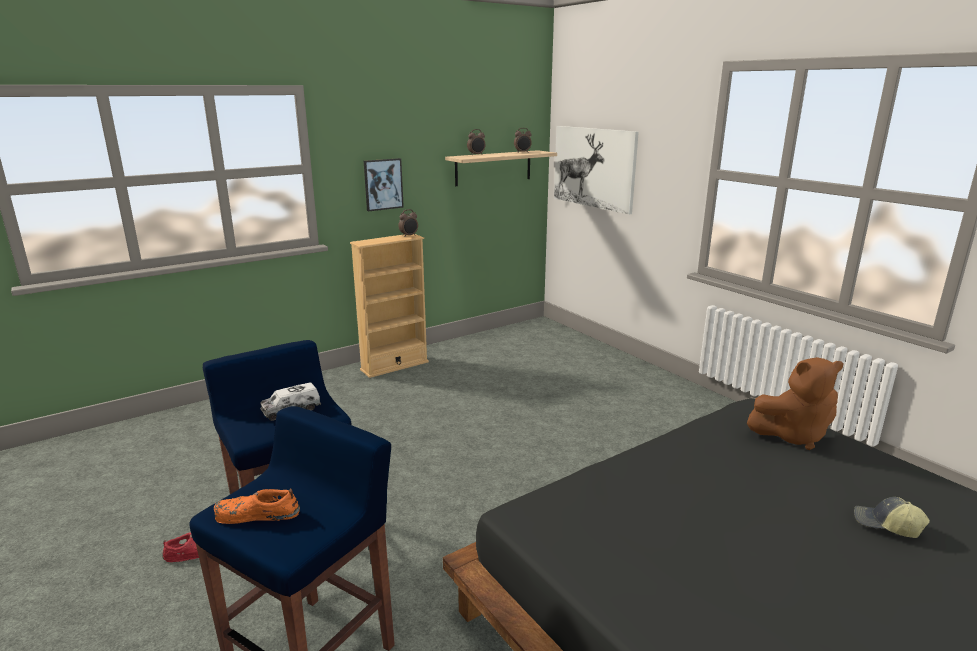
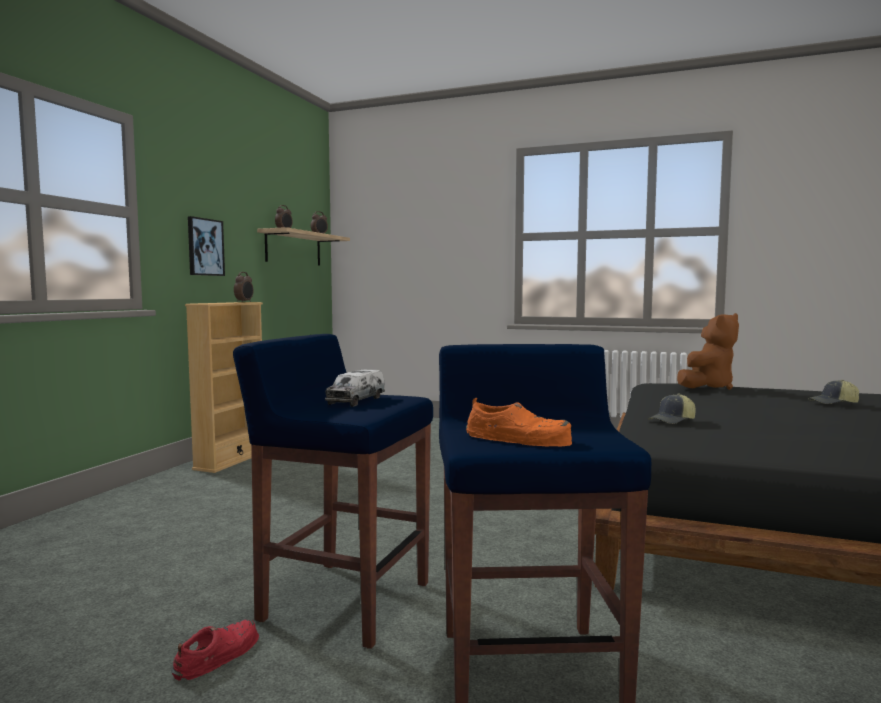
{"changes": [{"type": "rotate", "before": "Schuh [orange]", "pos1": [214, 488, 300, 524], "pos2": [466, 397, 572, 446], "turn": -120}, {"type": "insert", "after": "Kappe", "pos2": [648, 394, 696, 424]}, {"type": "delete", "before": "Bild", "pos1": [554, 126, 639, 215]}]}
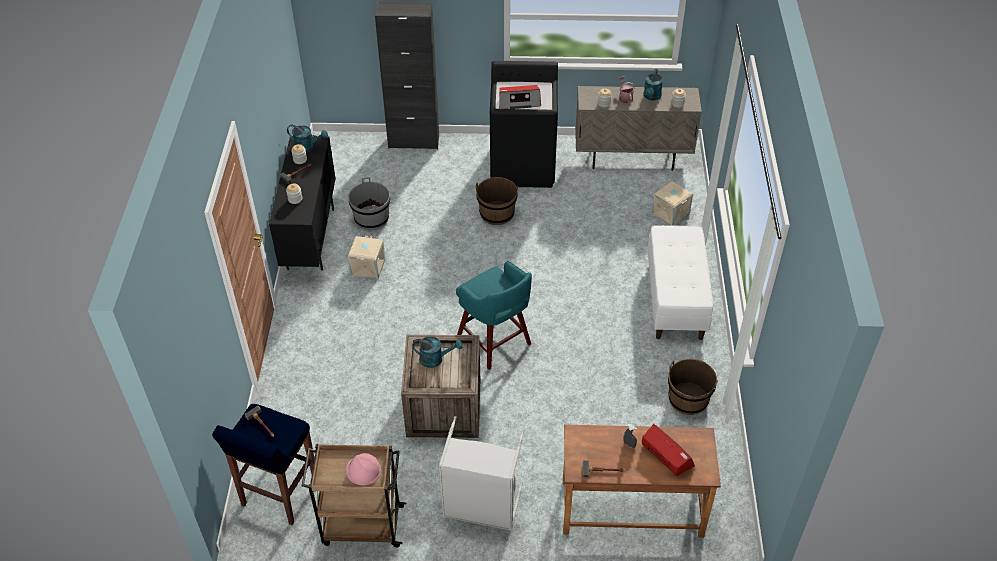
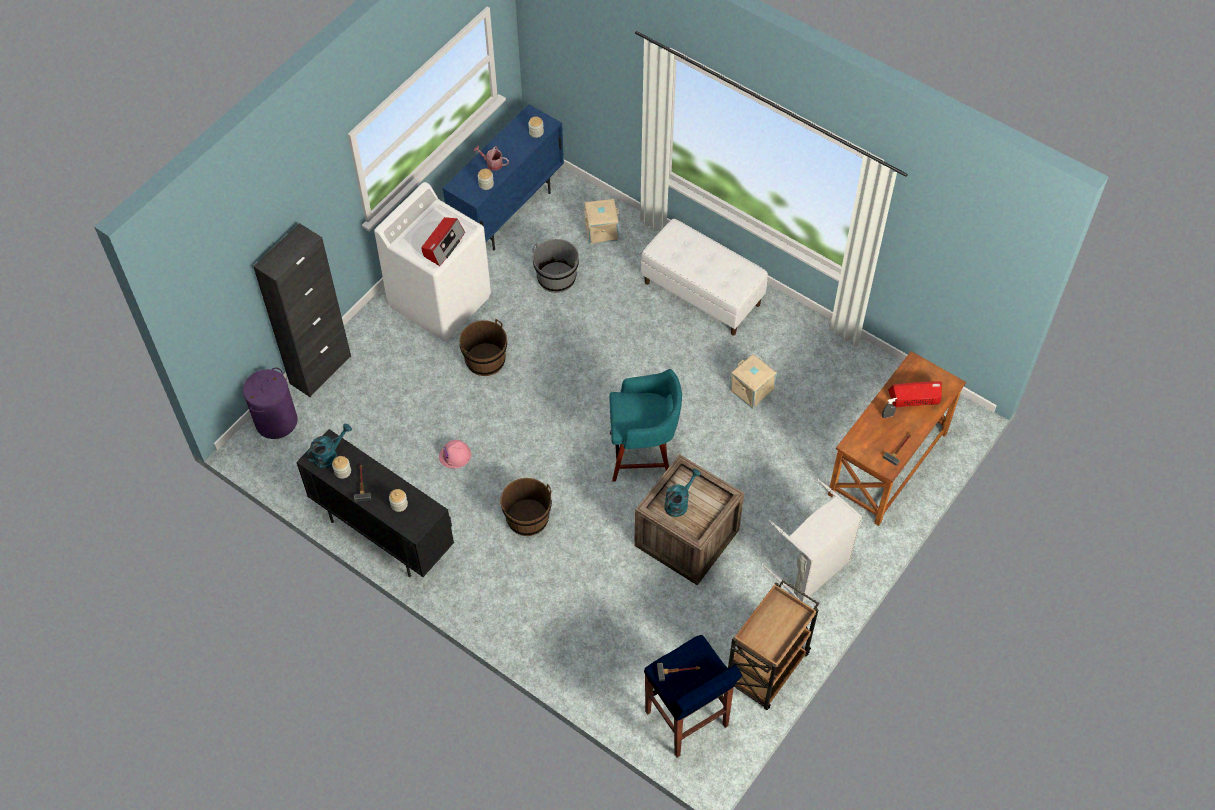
{"changes": [{"type": "insert", "after": "Wäschekorb [lila]", "pos2": [243, 367, 298, 439]}, {"type": "recolor", "before": "Waschmaschine [schwarz]", "after": "Waschmaschine [weiß]", "pos1": [490, 61, 558, 188], "pos2": [374, 182, 491, 342]}, {"type": "move", "before": "Schutzhelm [rosa]", "pos1": [345, 453, 381, 485], "pos2": [439, 440, 471, 469]}, {"type": "recolor", "before": "Schrank [beige]", "after": "Schrank [blau]", "pos1": [575, 86, 702, 171], "pos2": [442, 104, 564, 250]}, {"type": "move", "before": "Eimer [braun]", "pos1": [668, 359, 718, 415], "pos2": [500, 478, 552, 536]}, {"type": "move", "before": "Eimer [grau]", "pos1": [348, 177, 390, 230], "pos2": [532, 239, 579, 293]}, {"type": "move", "before": "Aufbewahrungsbox [beige]", "pos1": [348, 236, 385, 280], "pos2": [729, 354, 777, 409]}, {"type": "delete", "before": "Gießkanne [türkis]", "pos1": [644, 68, 663, 100]}]}
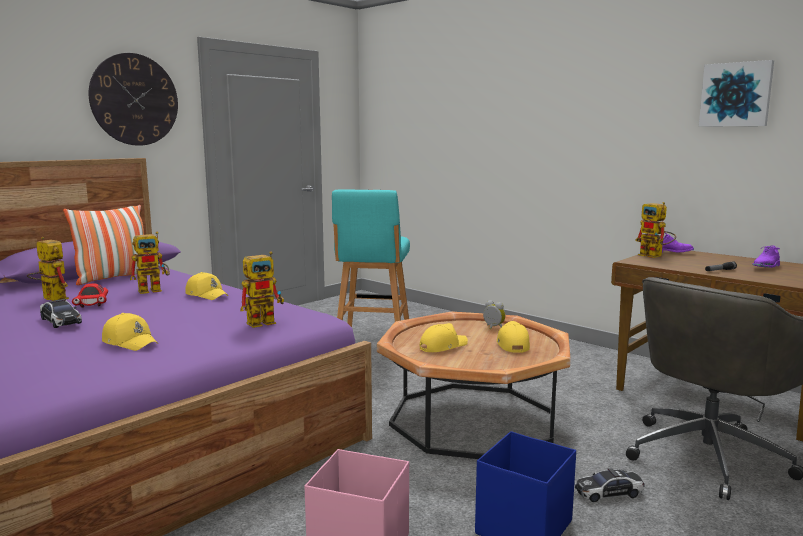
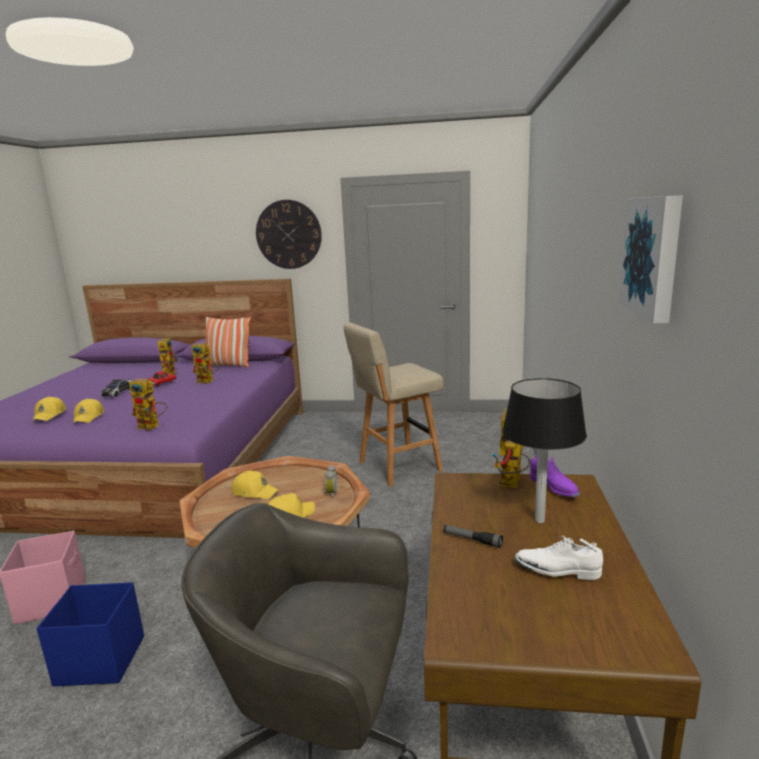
{"changes": [{"type": "move", "before": "Kappe [gelb]", "pos1": [185, 272, 228, 300], "pos2": [32, 397, 66, 421]}, {"type": "recolor", "before": "Hocker [türkis]", "after": "Hocker [beige]", "pos1": [332, 189, 410, 327], "pos2": [343, 323, 443, 487]}, {"type": "insert", "after": "Tischlampe [schwarz]", "pos2": [502, 378, 587, 523]}, {"type": "recolor", "before": "Schuh [lila]", "after": "Schuh [weiß]", "pos1": [752, 245, 780, 268], "pos2": [515, 536, 603, 580]}, {"type": "delete", "before": "Spielzeugauto", "pos1": [575, 468, 645, 502]}]}
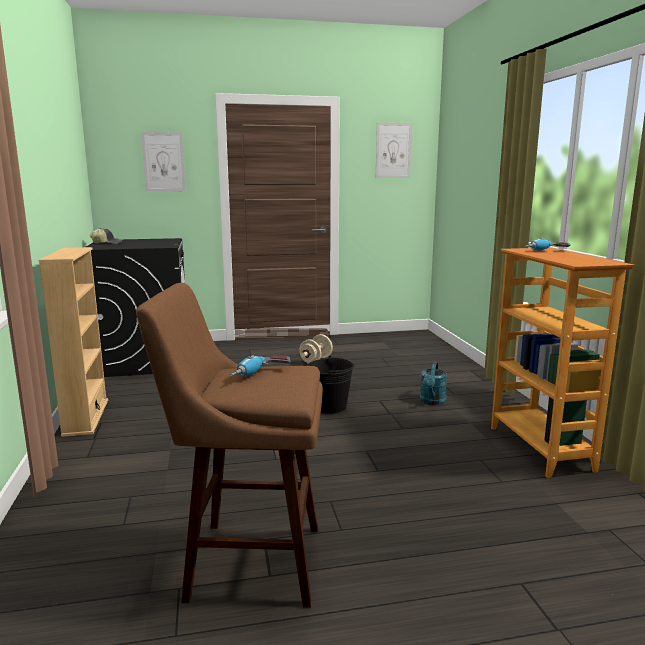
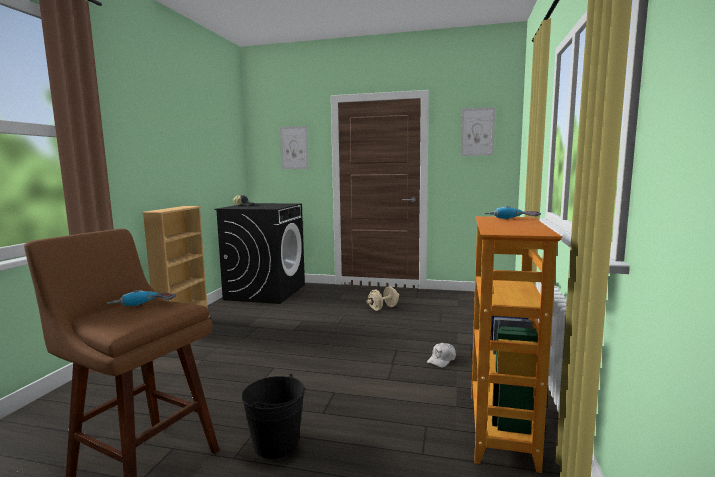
{"changes": [{"type": "move", "before": "Eimer [schwarz]", "pos1": [307, 356, 355, 414], "pos2": [241, 374, 305, 459]}, {"type": "replace", "before": "Gießkanne [türkis]", "after": "Kappe [weiß]", "pos1": [420, 361, 447, 405], "pos2": [427, 343, 456, 368]}]}
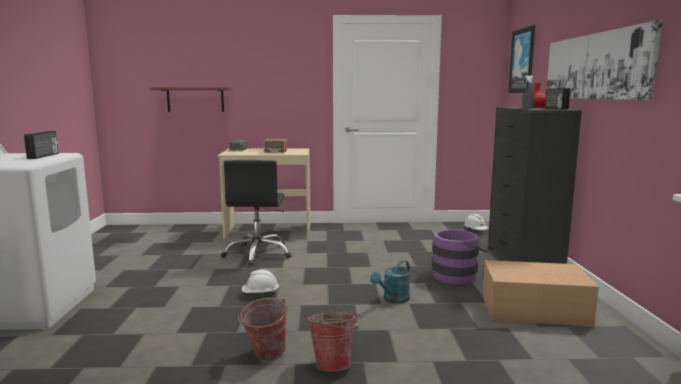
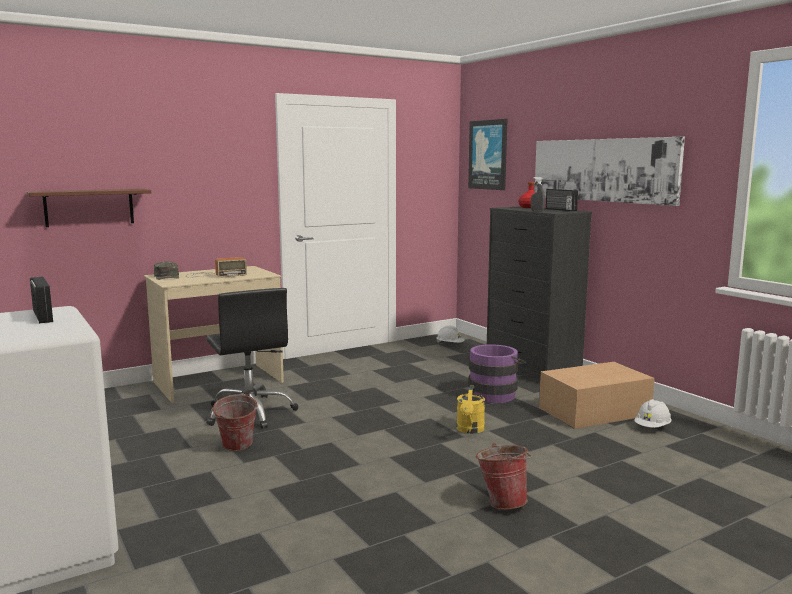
{"changes": [{"type": "move", "before": "Eimer", "pos1": [238, 298, 287, 360], "pos2": [211, 393, 258, 451]}, {"type": "recolor", "before": "Gießkanne [türkis]", "after": "Gießkanne [gelb]", "pos1": [370, 260, 410, 304], "pos2": [456, 385, 485, 434]}, {"type": "move", "before": "Schutzhelm [weiß]", "pos1": [242, 270, 280, 293], "pos2": [634, 399, 671, 428]}]}
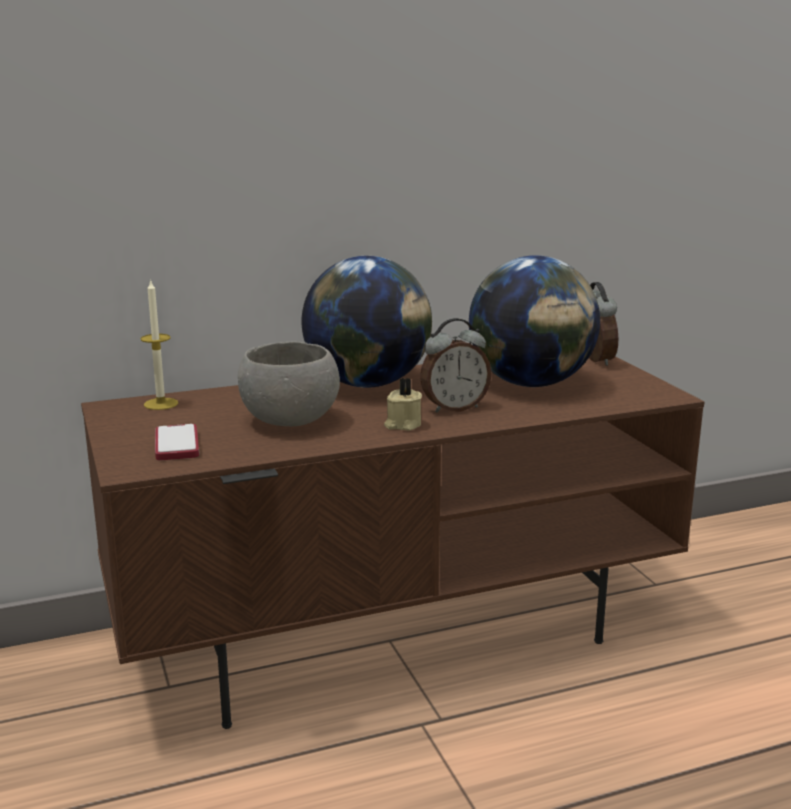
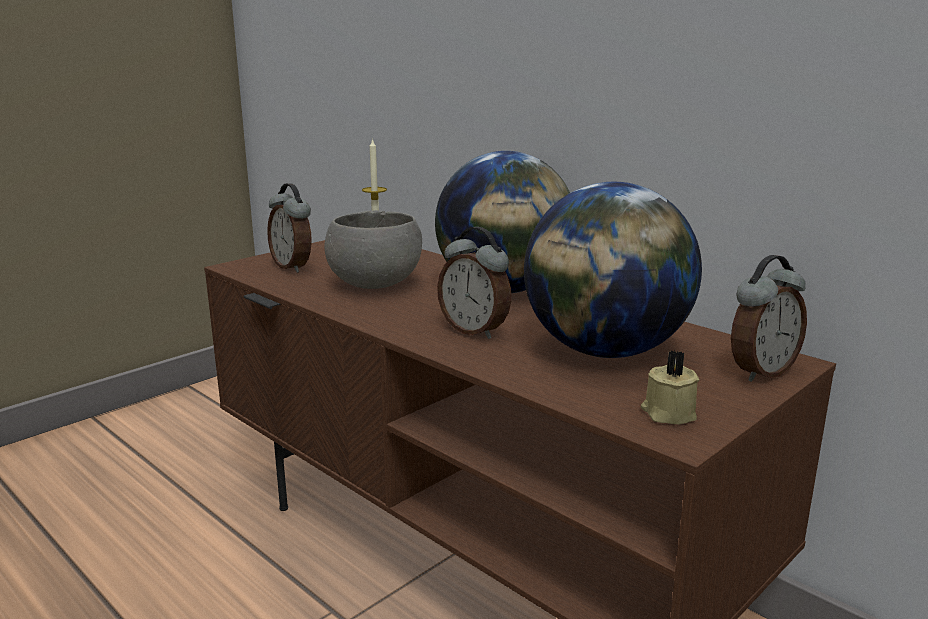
{"changes": [{"type": "replace", "before": "Handy", "after": "Wecker", "pos1": [155, 424, 199, 460], "pos2": [267, 183, 312, 273]}, {"type": "move", "before": "Kerze [beige]", "pos1": [384, 378, 422, 431], "pos2": [641, 350, 699, 424]}]}
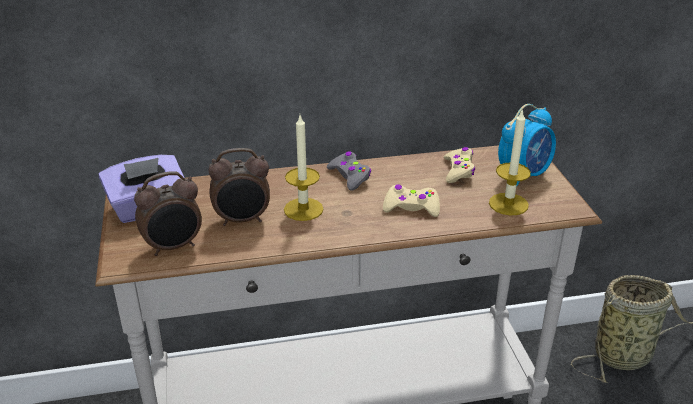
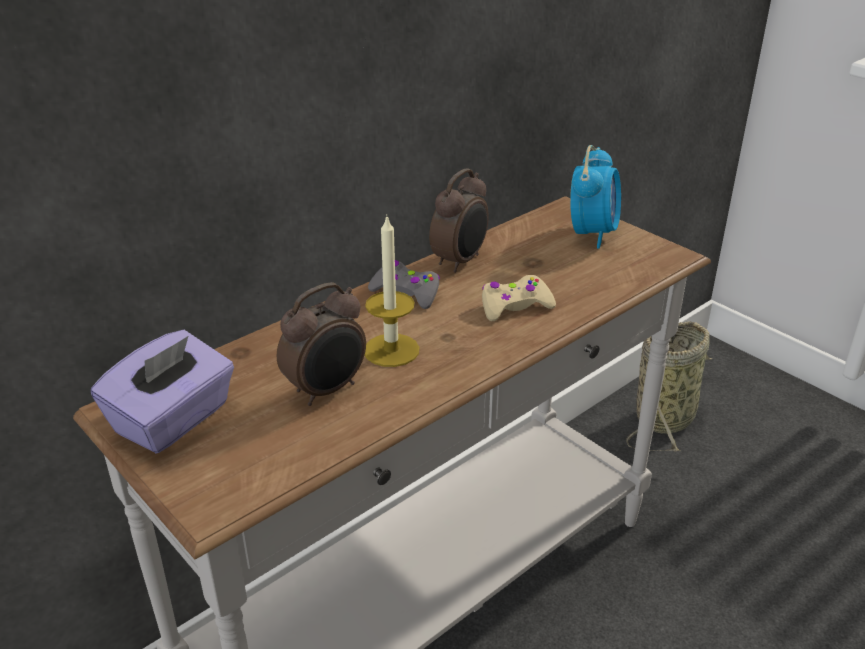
{"changes": [{"type": "move", "before": "Wecker", "pos1": [134, 171, 202, 256], "pos2": [429, 168, 489, 273]}, {"type": "delete", "before": "Gamepad [beige]", "pos1": [444, 147, 475, 183]}, {"type": "delete", "before": "Kerze", "pos1": [489, 109, 531, 216]}]}
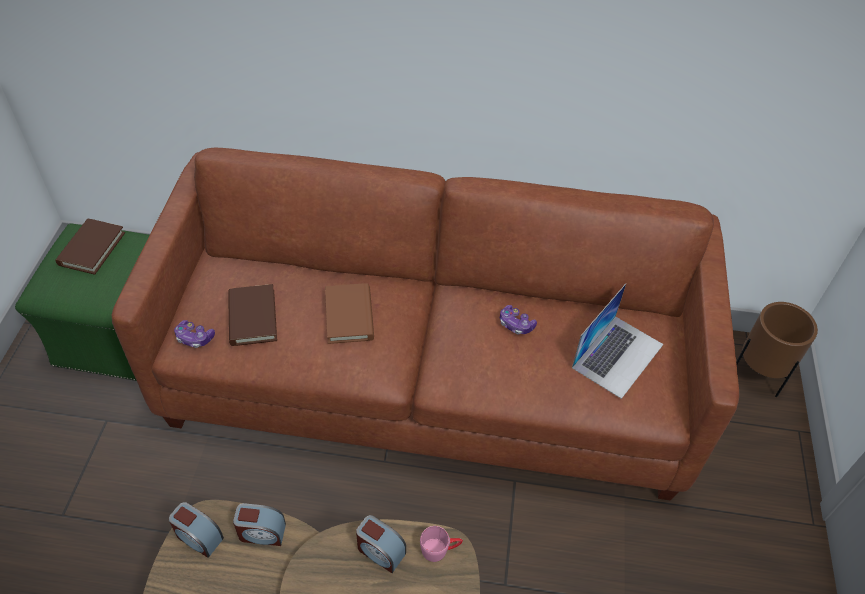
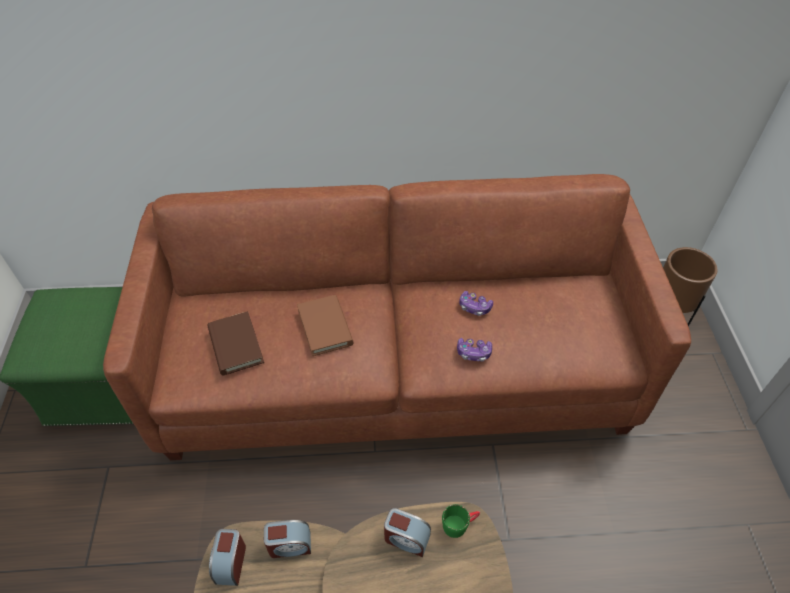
{"changes": [{"type": "rotate", "before": "Wecker", "pos1": [169, 502, 224, 558], "pos2": [209, 529, 246, 586], "turn": 75}, {"type": "recolor", "before": "Henkelbecher [rosa]", "after": "Henkelbecher [grün]", "pos1": [420, 526, 463, 562], "pos2": [442, 504, 480, 538]}, {"type": "move", "before": "Gamepad", "pos1": [174, 320, 215, 348], "pos2": [457, 338, 492, 362]}, {"type": "delete", "before": "Buch [braun]", "pos1": [55, 218, 125, 275]}, {"type": "delete", "before": "Laptop", "pos1": [572, 284, 663, 399]}]}
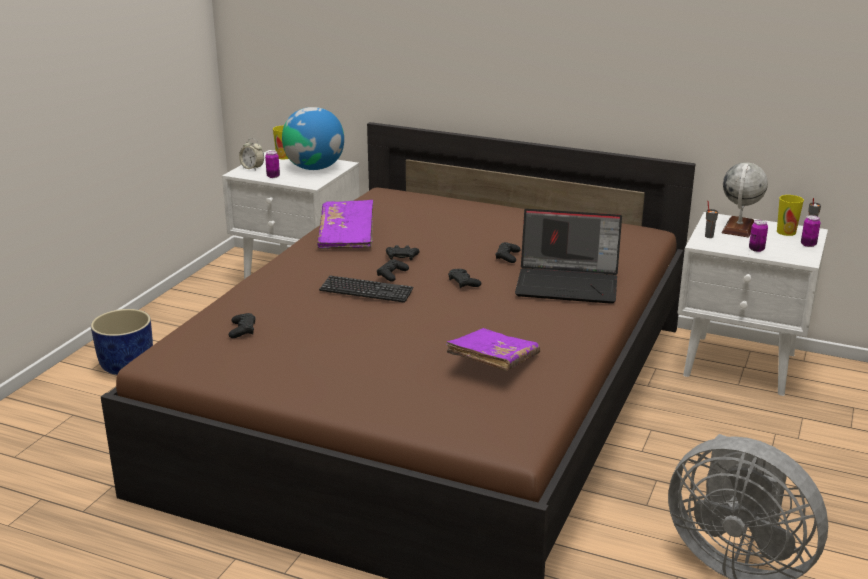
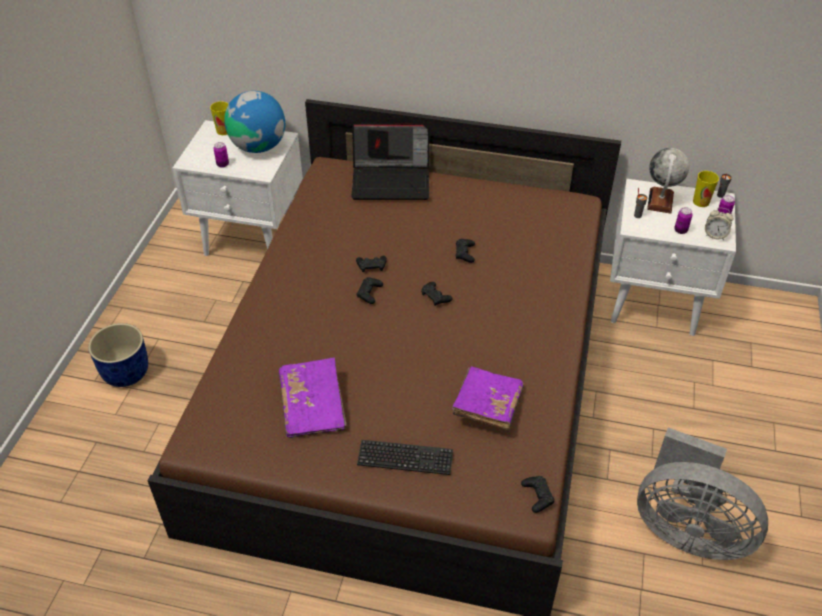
{"changes": [{"type": "move", "before": "Buch [lila]", "pos1": [317, 200, 373, 249], "pos2": [278, 357, 347, 438]}, {"type": "move", "before": "Laptop", "pos1": [515, 209, 622, 304], "pos2": [351, 123, 429, 200]}, {"type": "move", "before": "Tastatur", "pos1": [319, 276, 414, 303], "pos2": [357, 440, 453, 475]}, {"type": "move", "before": "Gamepad [schwarz]", "pos1": [228, 313, 256, 338], "pos2": [521, 476, 555, 513]}, {"type": "move", "before": "Wecker", "pos1": [239, 138, 264, 171], "pos2": [705, 208, 734, 240]}]}
